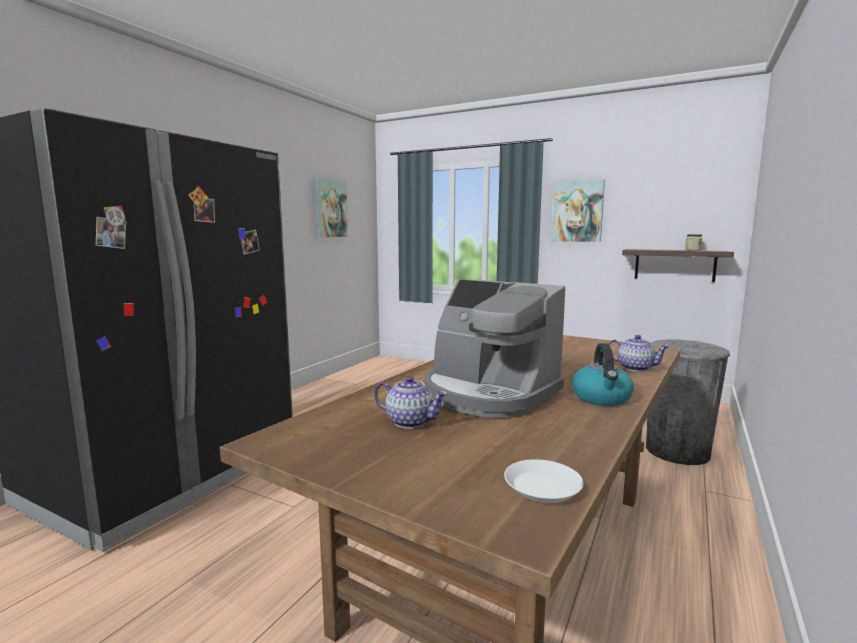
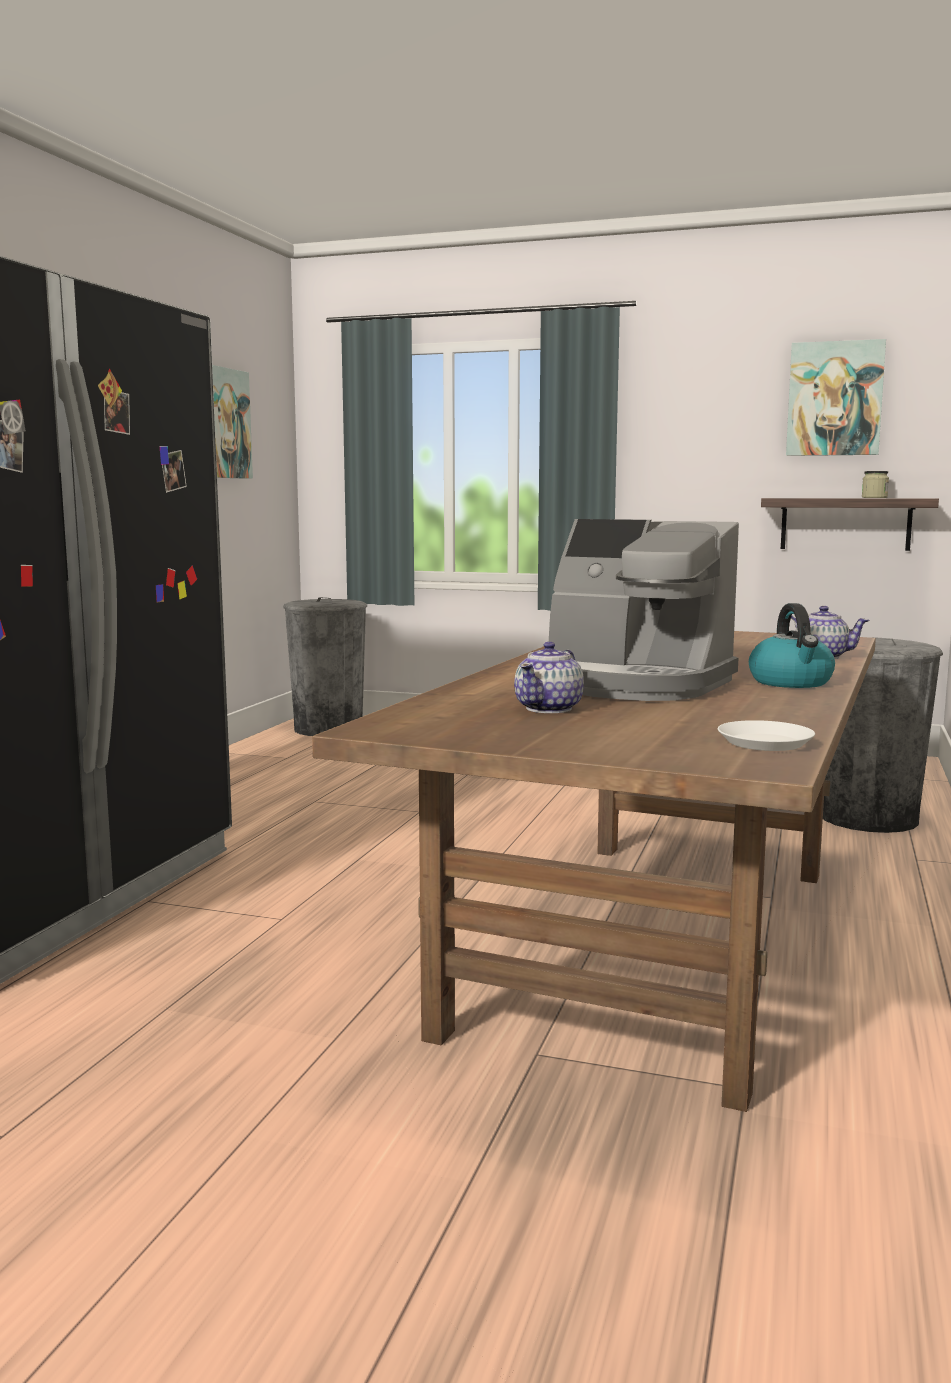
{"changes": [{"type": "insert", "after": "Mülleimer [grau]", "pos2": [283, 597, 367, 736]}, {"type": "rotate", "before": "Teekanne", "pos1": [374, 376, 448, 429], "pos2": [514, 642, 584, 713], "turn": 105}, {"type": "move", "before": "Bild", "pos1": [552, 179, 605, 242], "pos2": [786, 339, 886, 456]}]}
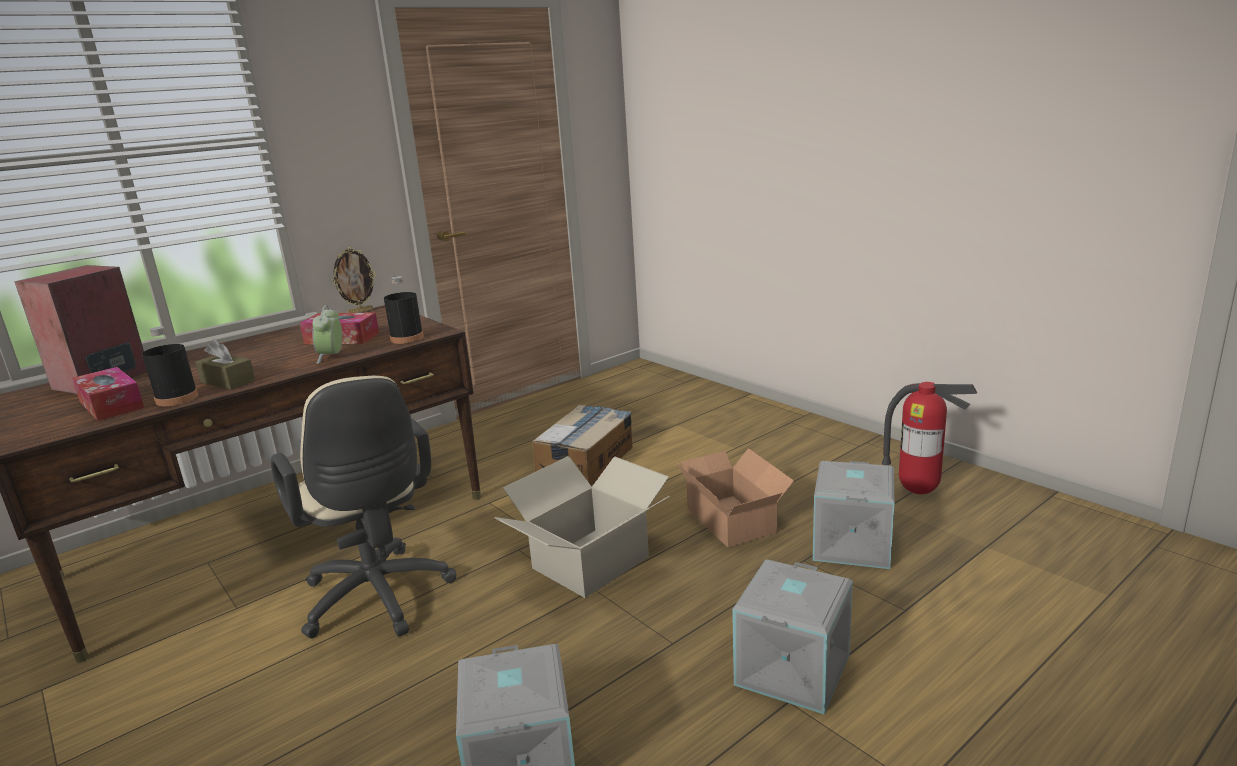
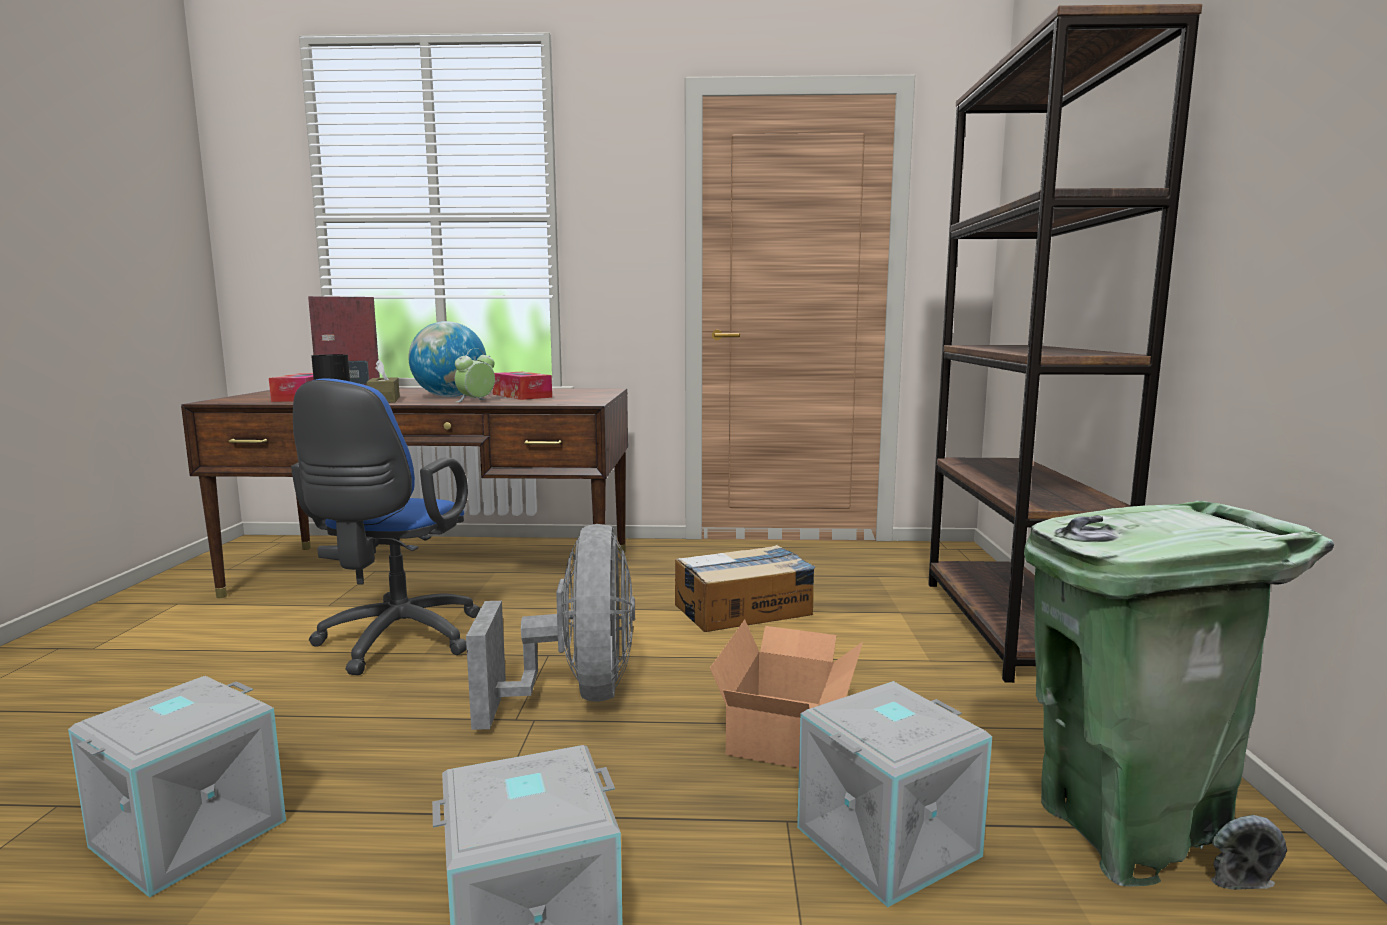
{"changes": [{"type": "recolor", "before": "Bürostuhl [beige]", "after": "Bürostuhl [blau]", "pos1": [271, 376, 457, 638], "pos2": [291, 378, 480, 675]}, {"type": "insert", "after": "Globus", "pos2": [409, 321, 486, 397]}, {"type": "replace", "before": "Karton", "after": "Ventilator [grau]", "pos1": [494, 456, 670, 598], "pos2": [466, 524, 635, 730]}, {"type": "insert", "after": "Bücherregal [braun]", "pos2": [928, 4, 1202, 683]}, {"type": "replace", "before": "Feuerlöscher", "after": "Mülleimer [grün]", "pos1": [882, 382, 977, 494], "pos2": [1024, 501, 1334, 890]}, {"type": "delete", "before": "Bilderrahmen", "pos1": [332, 247, 377, 313]}, {"type": "delete", "before": "Flasche [schwarz]", "pos1": [384, 276, 424, 344]}]}
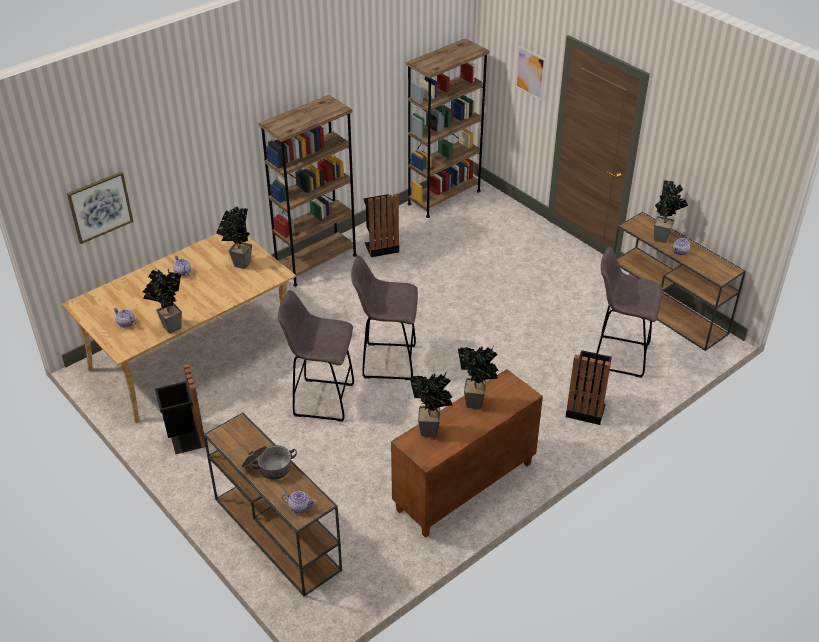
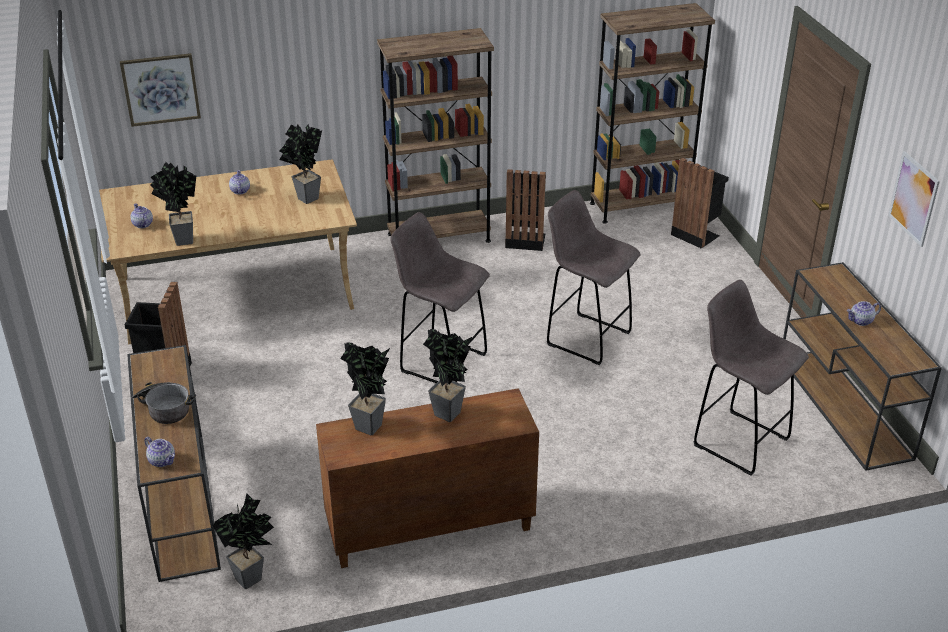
{"changes": [{"type": "move", "before": "Topfpflanze", "pos1": [654, 180, 688, 243], "pos2": [212, 493, 274, 589]}, {"type": "move", "before": "Hocker [grau]", "pos1": [278, 290, 354, 422], "pos2": [546, 190, 641, 365]}, {"type": "move", "before": "Mülleimer [schwarz]", "pos1": [566, 350, 612, 425], "pos2": [671, 158, 729, 249]}, {"type": "move", "before": "Bild", "pos1": [515, 46, 546, 101], "pos2": [888, 151, 940, 247]}]}
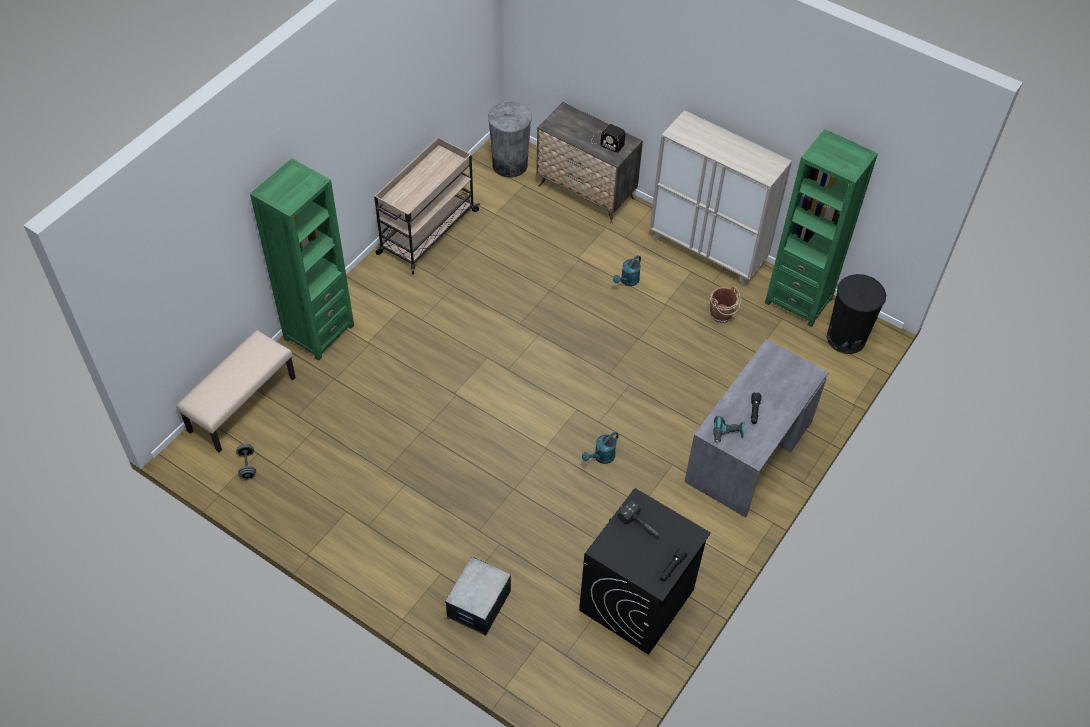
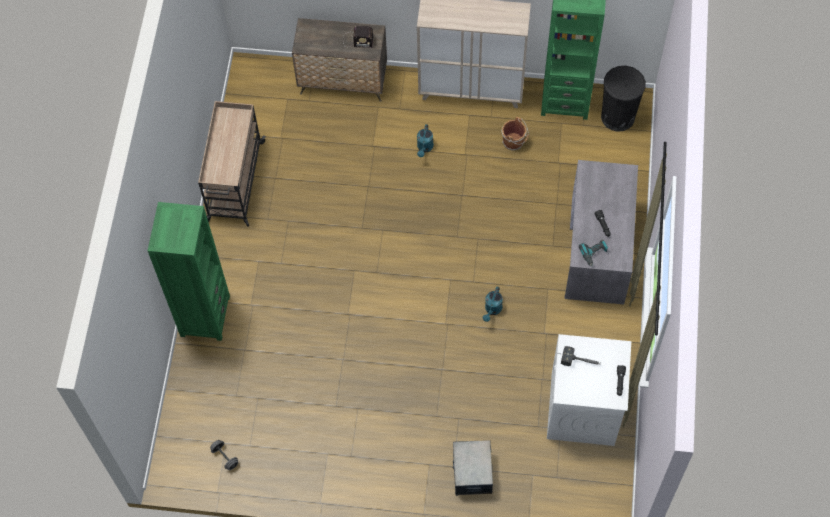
{"changes": [{"type": "recolor", "before": "Waschmaschine [schwarz]", "after": "Waschmaschine [weiß]", "pos1": [579, 488, 711, 655], "pos2": [547, 334, 631, 446]}, {"type": "delete", "before": "Bank [beige]", "pos1": [176, 330, 296, 453]}, {"type": "delete", "before": "Mülleimer [grau]", "pos1": [488, 101, 532, 178]}]}
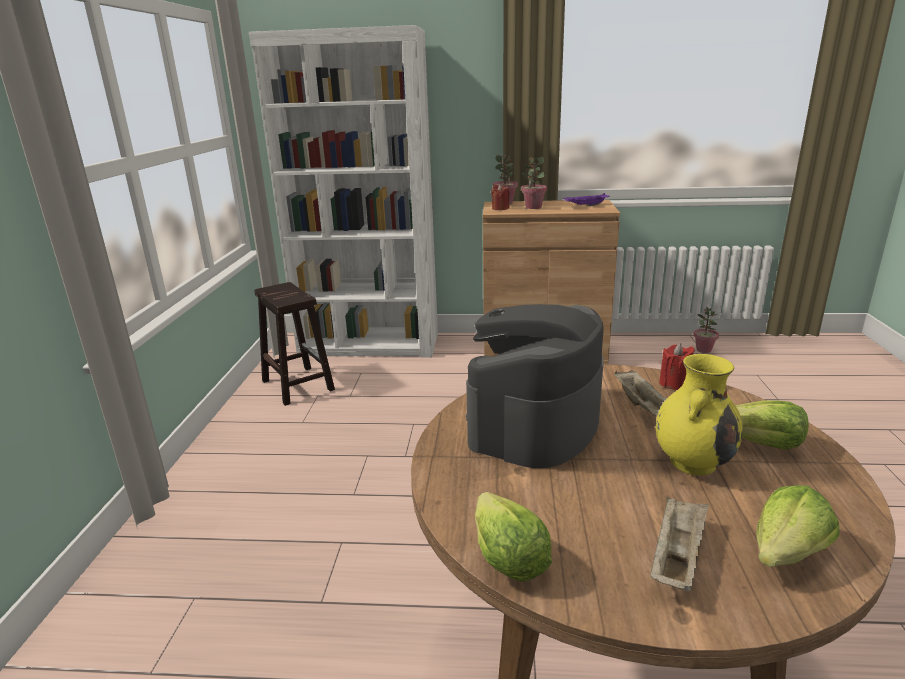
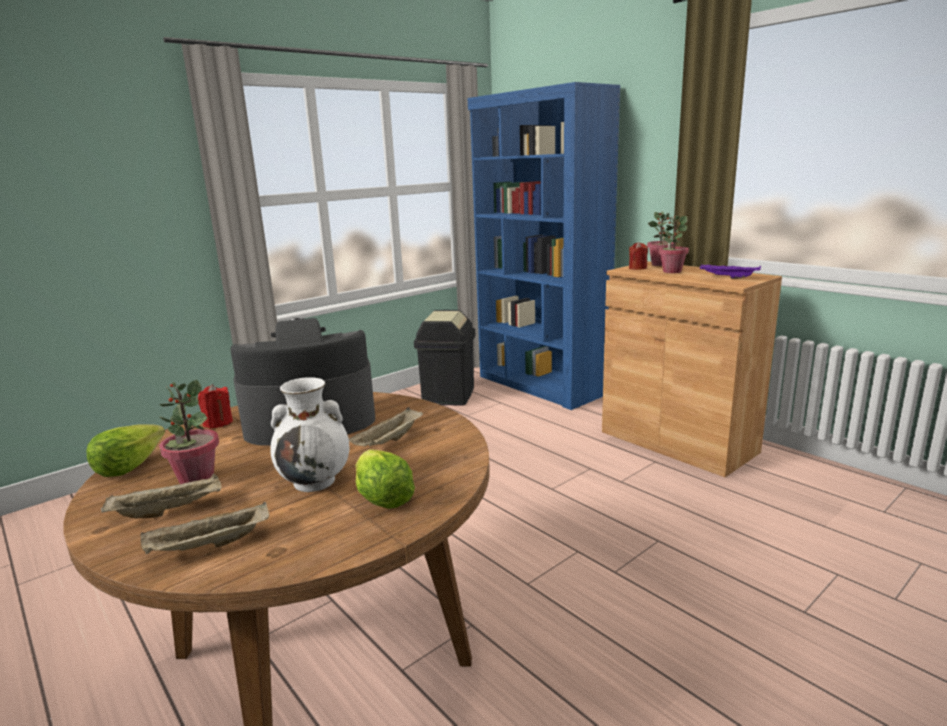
{"changes": [{"type": "replace", "before": "Salatkopf", "after": "Tablett [beige]", "pos1": [756, 485, 840, 567], "pos2": [140, 501, 269, 554]}, {"type": "move", "before": "Topfpflanze", "pos1": [693, 307, 719, 353], "pos2": [159, 380, 219, 484]}, {"type": "move", "before": "Kerze [rot]", "pos1": [659, 343, 695, 390], "pos2": [198, 384, 233, 429]}, {"type": "recolor", "before": "Vase [gelb]", "after": "Vase [weiß]", "pos1": [656, 354, 743, 476], "pos2": [270, 377, 349, 492]}, {"type": "replace", "before": "Hocker [braun]", "after": "Mülleimer [schwarz]", "pos1": [254, 282, 335, 406], "pos2": [414, 310, 475, 405]}, {"type": "recolor", "before": "Bücherregal [weiß]", "after": "Bücherregal [blau]", "pos1": [249, 25, 438, 358], "pos2": [468, 82, 620, 410]}]}
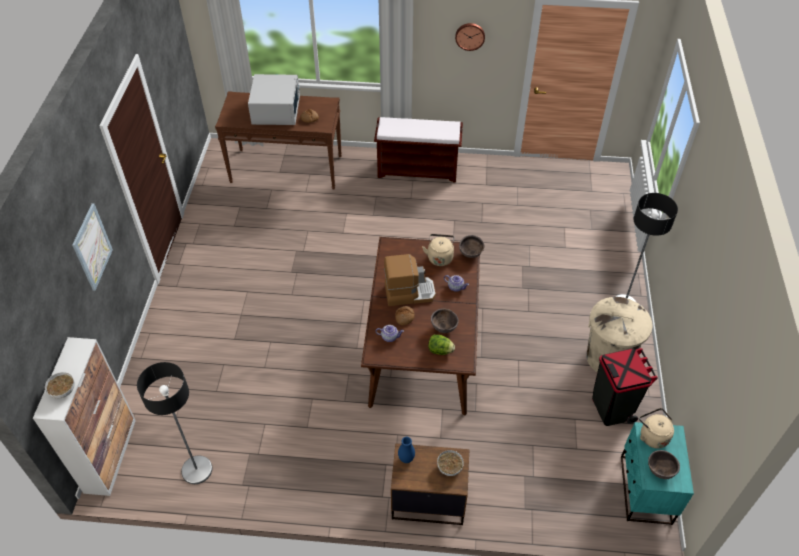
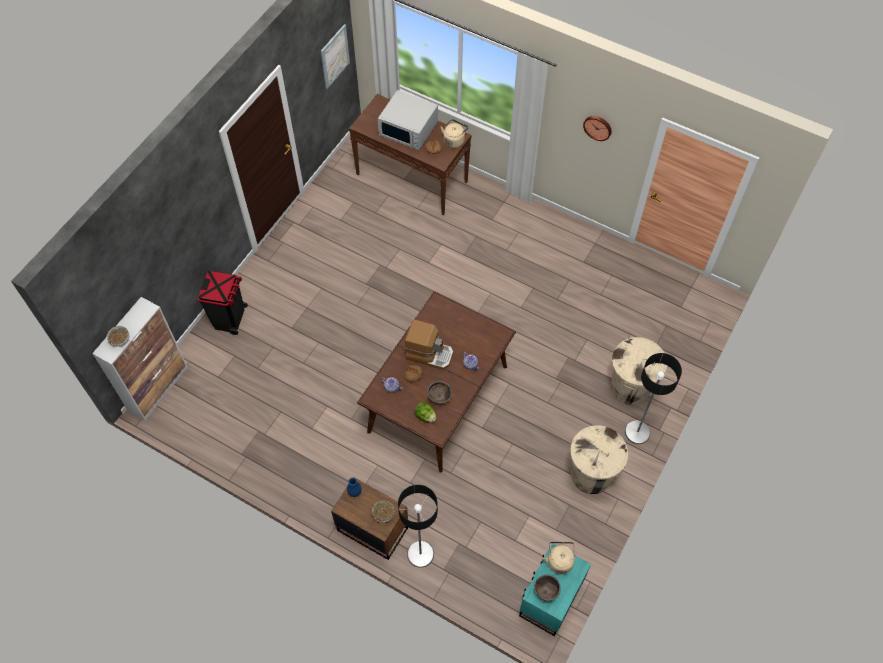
{"changes": [{"type": "move", "before": "Mülleimer [schwarz]", "pos1": [592, 348, 658, 426], "pos2": [198, 271, 248, 335]}, {"type": "move", "before": "Bild", "pos1": [72, 203, 113, 291], "pos2": [321, 24, 350, 89]}, {"type": "rotate", "before": "Mikrowelle [weiß]", "pos1": [248, 74, 300, 125], "pos2": [378, 90, 438, 150], "turn": 90}, {"type": "move", "before": "Stehlampe", "pos1": [137, 362, 212, 484], "pos2": [398, 485, 438, 568]}, {"type": "move", "before": "Wasserkessel [beige]", "pos1": [422, 234, 454, 266], "pos2": [440, 119, 468, 148]}, {"type": "insert", "after": "Mülleimer [beige]", "pos2": [611, 337, 667, 405]}, {"type": "delete", "before": "Bank [braun]", "pos1": [374, 117, 463, 183]}, {"type": "delete", "before": "Schüssel [braun]", "pos1": [459, 235, 485, 258]}]}
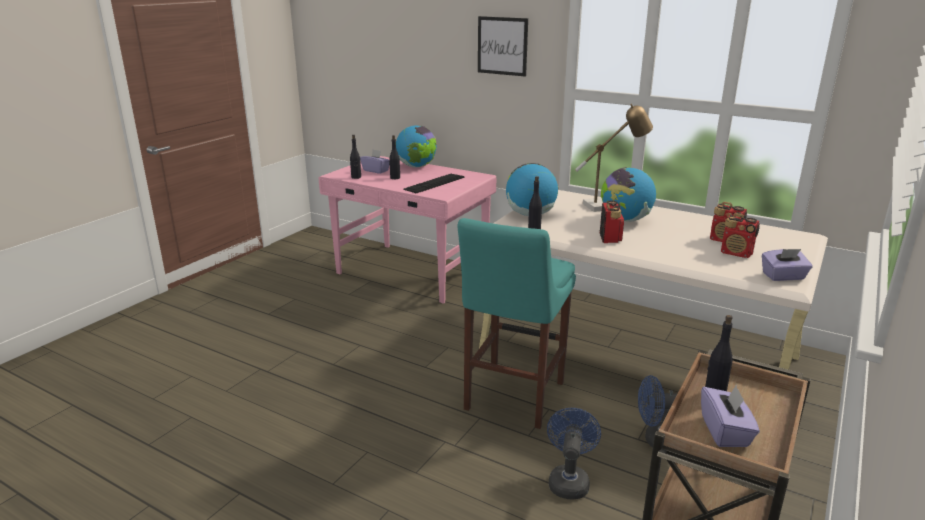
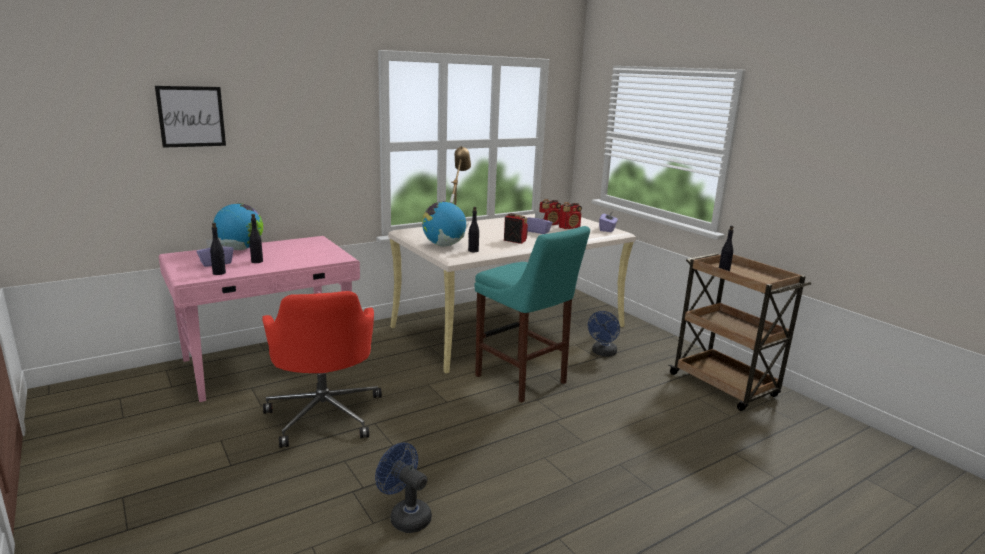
{"changes": [{"type": "move", "before": "Bild", "pos1": [478, 16, 528, 77], "pos2": [155, 86, 226, 148]}, {"type": "insert", "after": "Bürostuhl [rot]", "pos2": [262, 291, 382, 448]}, {"type": "move", "before": "Ventilator [blau]", "pos1": [547, 408, 601, 500], "pos2": [375, 443, 432, 533]}, {"type": "move", "before": "Taschentuchbox [lila]", "pos1": [701, 385, 760, 447], "pos2": [527, 211, 553, 234]}, {"type": "delete", "before": "Tastatur", "pos1": [403, 174, 465, 193]}, {"type": "delete", "before": "Globus", "pos1": [601, 167, 656, 222]}]}
